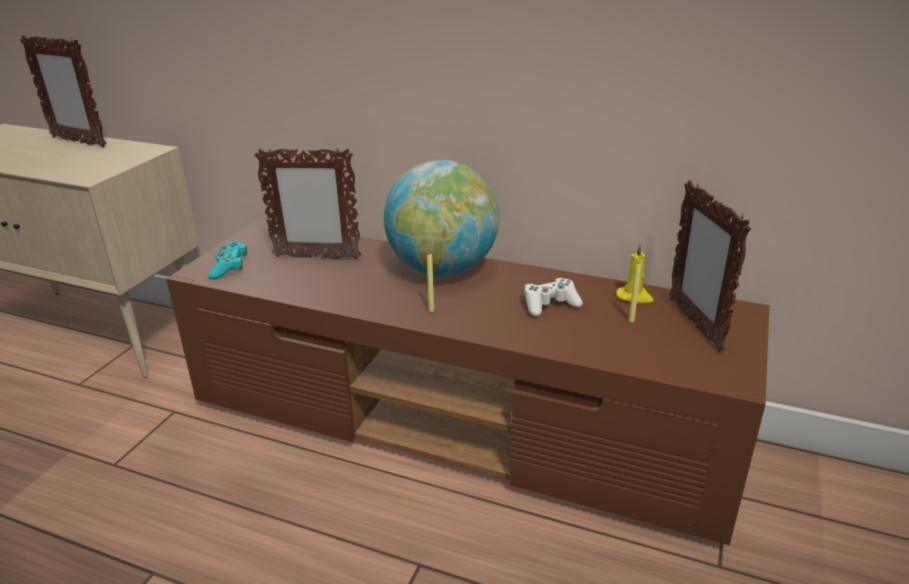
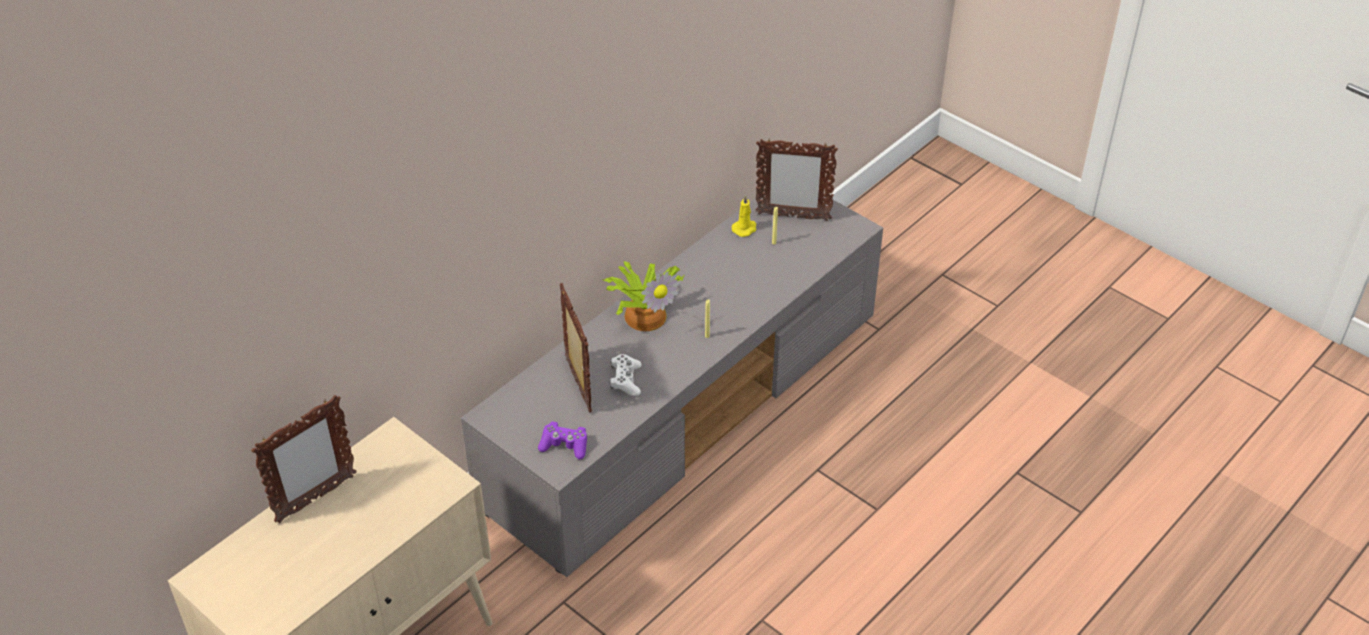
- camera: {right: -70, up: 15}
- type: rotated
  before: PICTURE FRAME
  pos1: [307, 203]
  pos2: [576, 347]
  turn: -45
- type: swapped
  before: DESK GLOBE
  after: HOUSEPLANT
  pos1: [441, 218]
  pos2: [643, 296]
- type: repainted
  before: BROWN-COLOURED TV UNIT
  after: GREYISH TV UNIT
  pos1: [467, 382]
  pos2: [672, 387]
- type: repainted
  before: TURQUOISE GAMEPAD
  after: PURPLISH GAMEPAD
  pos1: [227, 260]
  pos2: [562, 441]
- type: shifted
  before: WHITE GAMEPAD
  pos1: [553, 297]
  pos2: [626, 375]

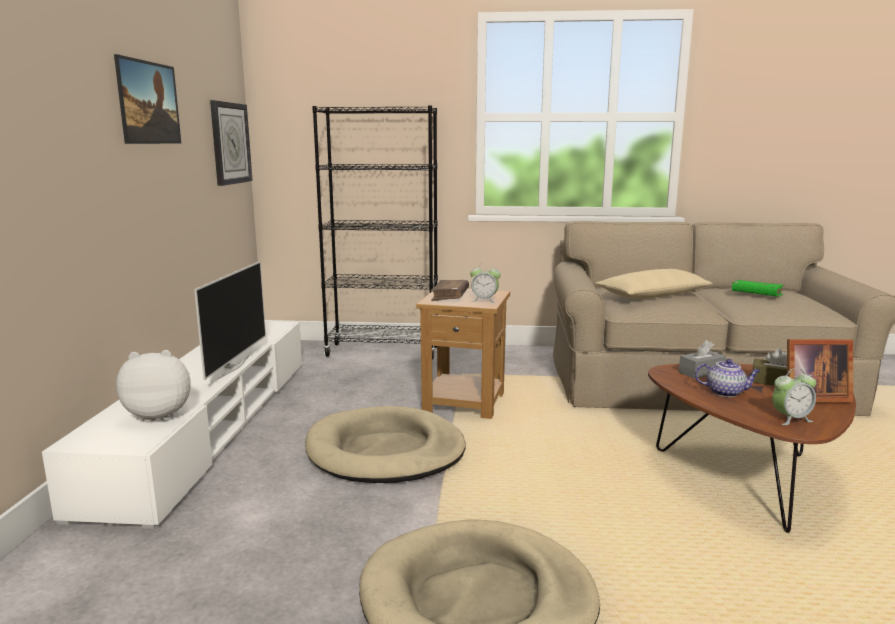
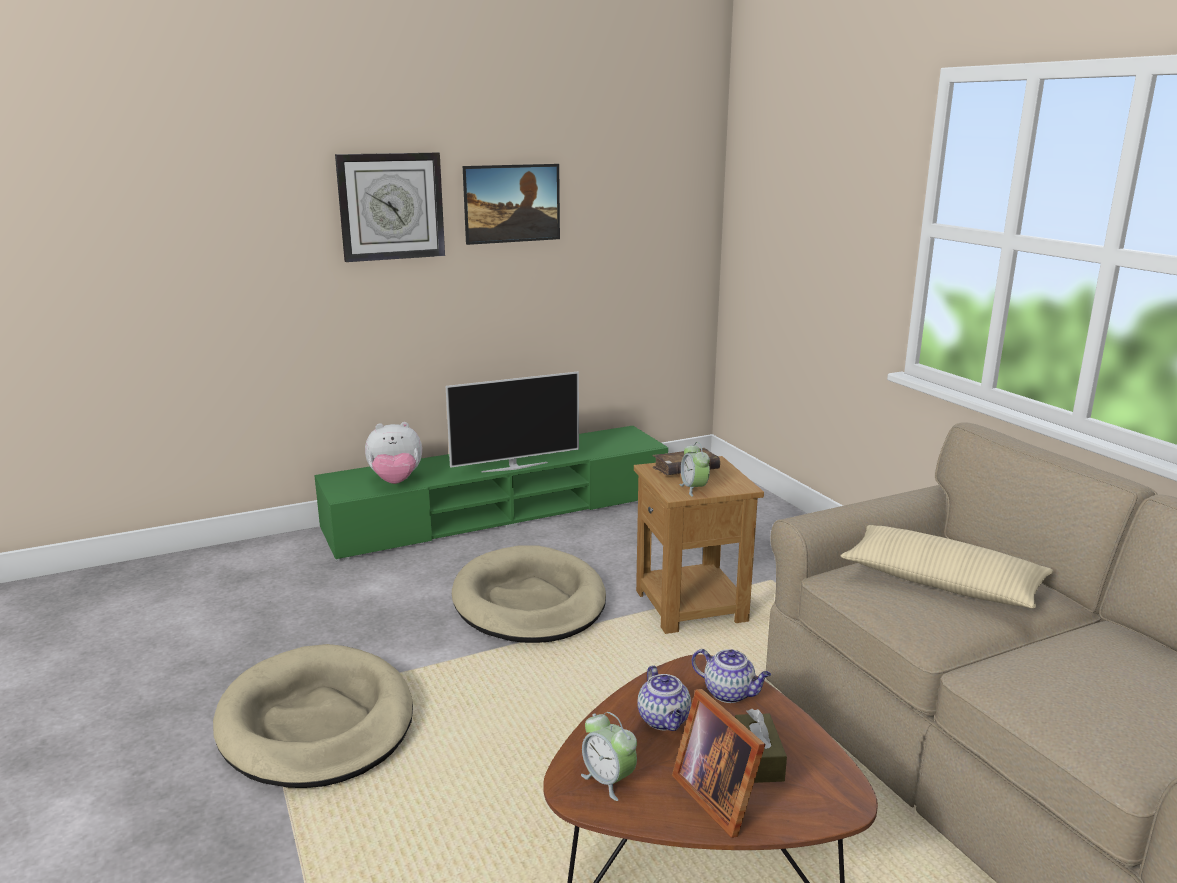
- camera: {right: 60, up: 5}
- type: shifted
  before: HANGING CLOCK
  pos1: [231, 143]
  pos2: [390, 207]
- type: gone
  before: BLACK BOOKSHELF
  pos1: [375, 232]
- type: gone
  before: GREENISH BOUND BOOK
  pos1: [758, 288]
- type: repainted
  before: WHITE TV UNIT
  after: GREENISH TV UNIT
  pos1: [172, 425]
  pos2: [491, 493]
- type: swapped
  before: GREYISH BOX OF TISSUES
  after: TEA POT
  pos1: [702, 359]
  pos2: [731, 676]
- type: rotated
  before: SOFT TOY
  pos1: [153, 386]
  pos2: [393, 453]
  turn: 120

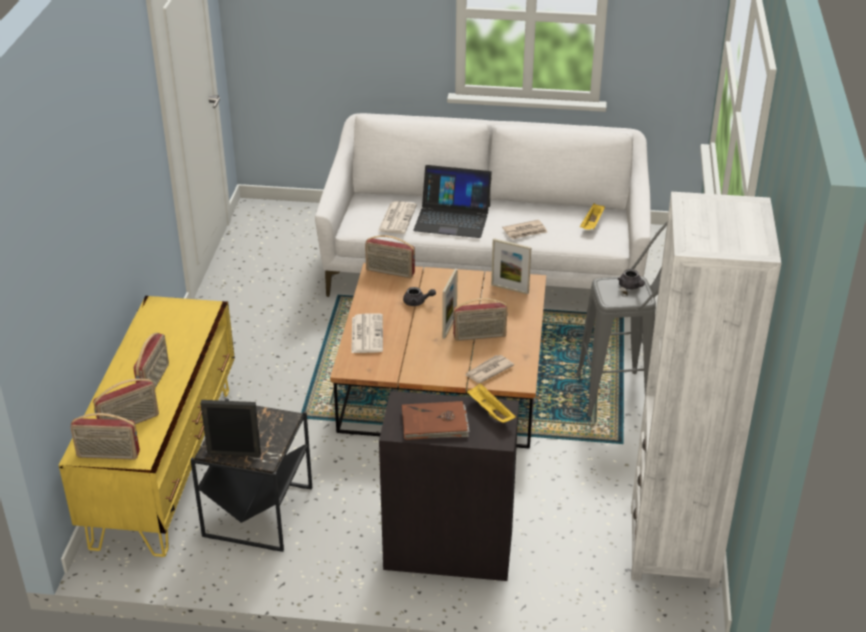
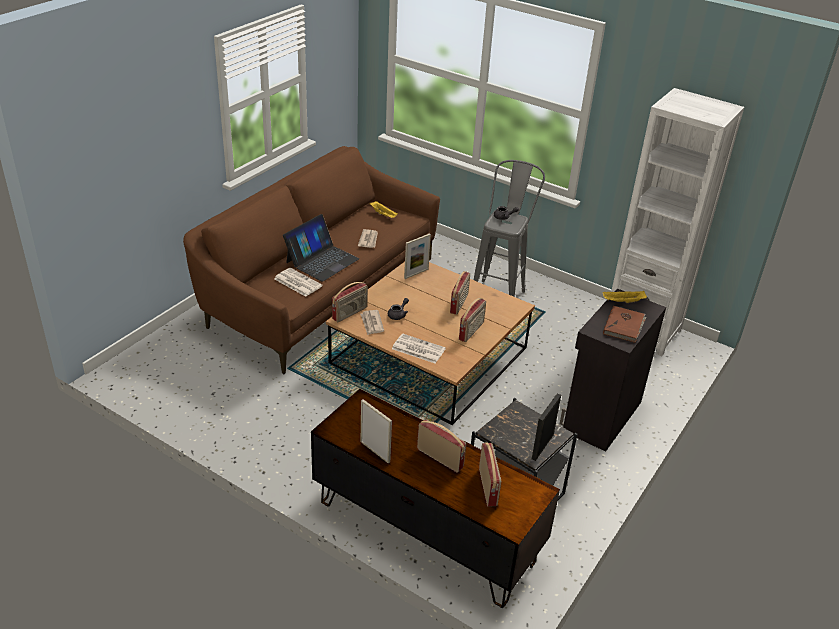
- camera: {right: -65, up: 0}
- type: repainted
  before: WHITE SETTEE
  after: BROWN-COLOURED SETTEE
  pos1: [483, 205]
  pos2: [311, 260]
- type: shifted
  before: PICTURE FRAME
  pos1: [450, 304]
  pos2: [376, 431]
- type: repainted
  before: YELLOWISH TV UNIT
  after: BROWN-COLOURED TV UNIT
  pos1: [147, 426]
  pos2: [435, 498]
- type: shifted
  before: PRINTED PAPER
  pos1: [489, 369]
  pos2: [372, 322]
- type: shifted
  before: RADIO SET
  pos1: [105, 436]
  pos2: [472, 320]

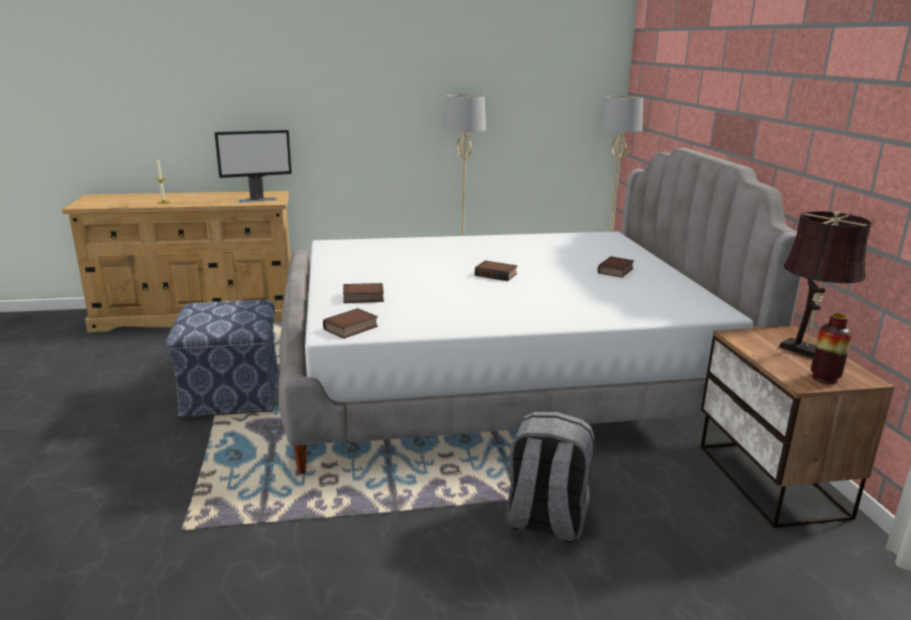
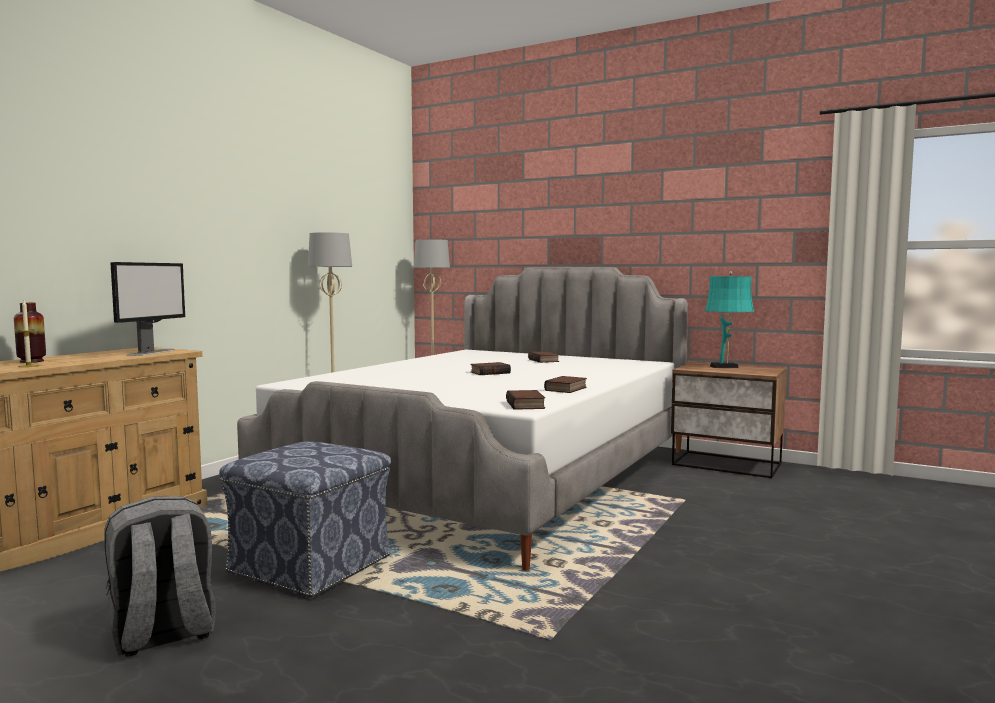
- camera: {right: -50, up: -15}
- type: repainted
  before: BROWN-COLOURED TABLE LAMP
  after: TURQUOISE TABLE LAMP
  pos1: [825, 285]
  pos2: [729, 319]
- type: shifted
  before: BOUND BOOK
  pos1: [363, 293]
  pos2: [565, 384]
- type: shifted
  before: DECORATIVE VASE
  pos1: [831, 348]
  pos2: [30, 332]
- type: shifted
  before: GREYISH RUCKSACK
  pos1: [550, 477]
  pos2: [160, 576]

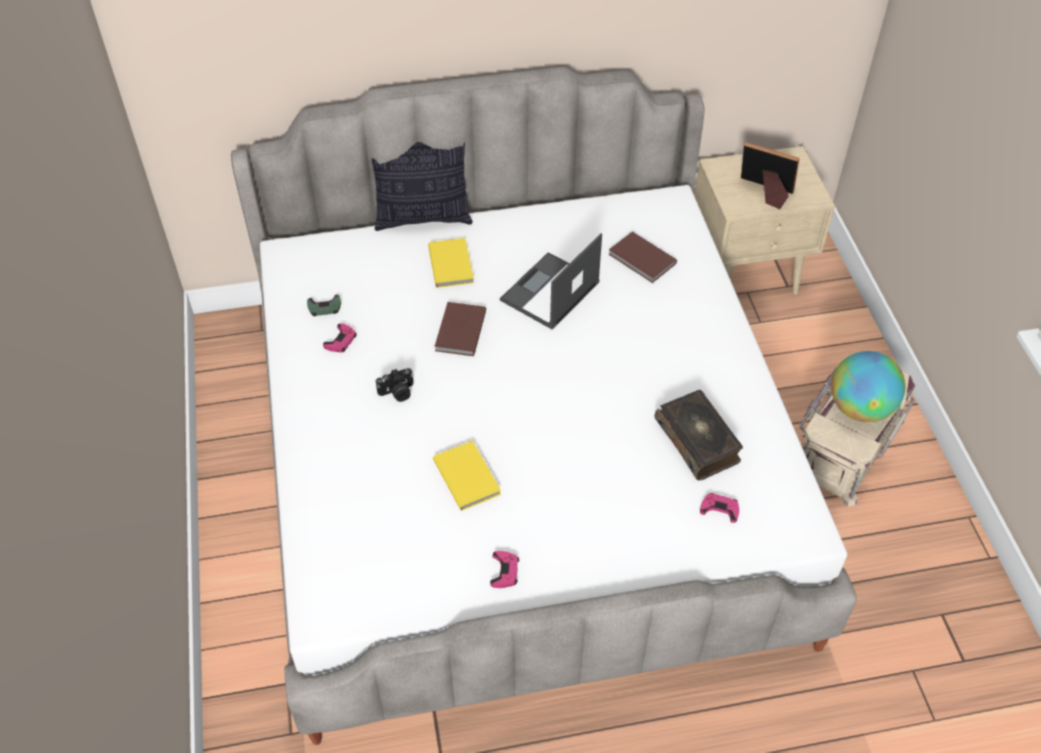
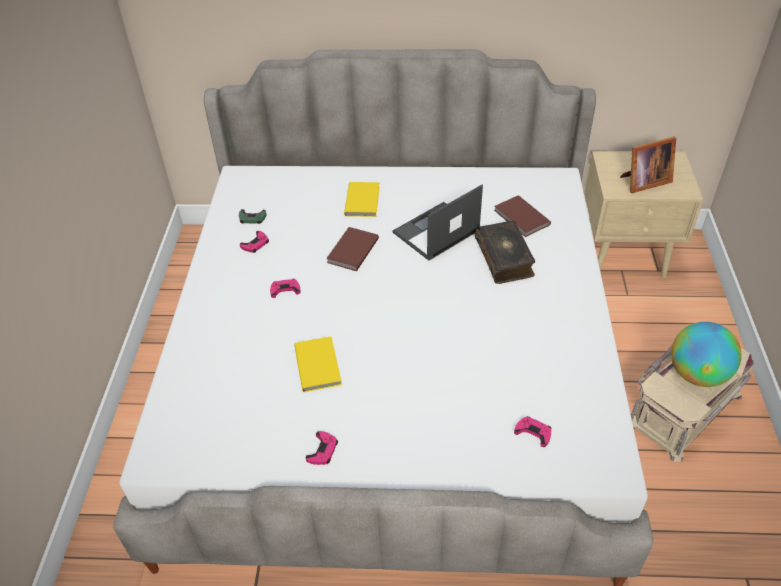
- camera: {right: 15, up: -5}
- type: gone
  before: CUSHION
  pos1: [422, 186]
- type: rotated
  before: PICTURE FRAME
  pos1: [770, 175]
  pos2: [648, 165]
  turn: 120
- type: swapped
  before: STILL CAMERA
  after: PINKISH GAMEPAD
  pos1: [395, 385]
  pos2: [285, 288]
- type: shifted
  before: BOUND BOOK
  pos1: [699, 435]
  pos2: [505, 252]

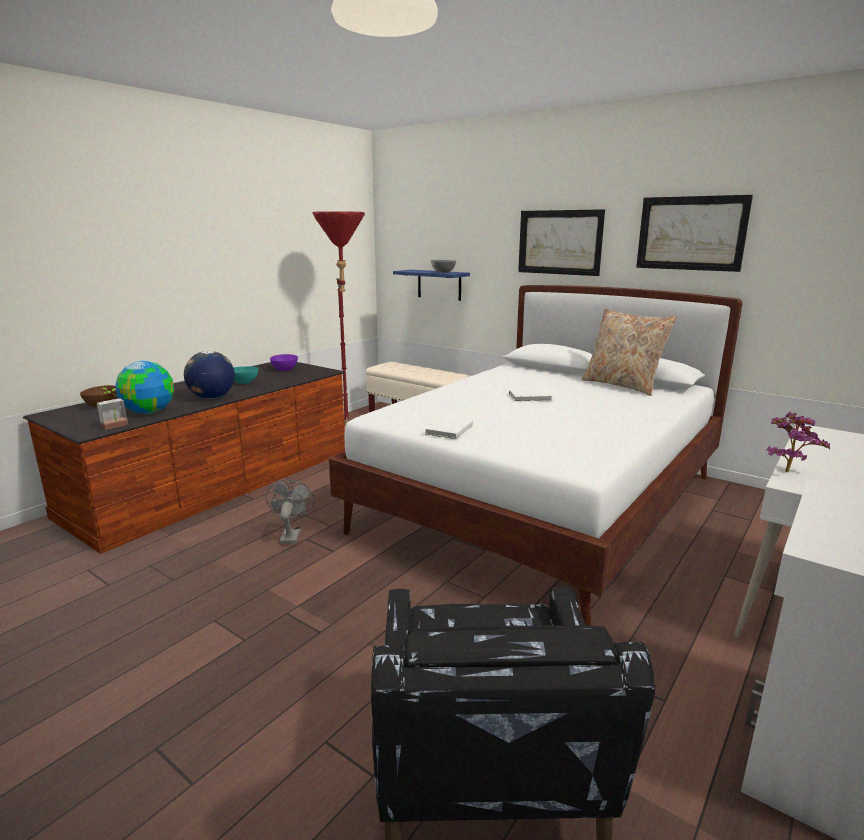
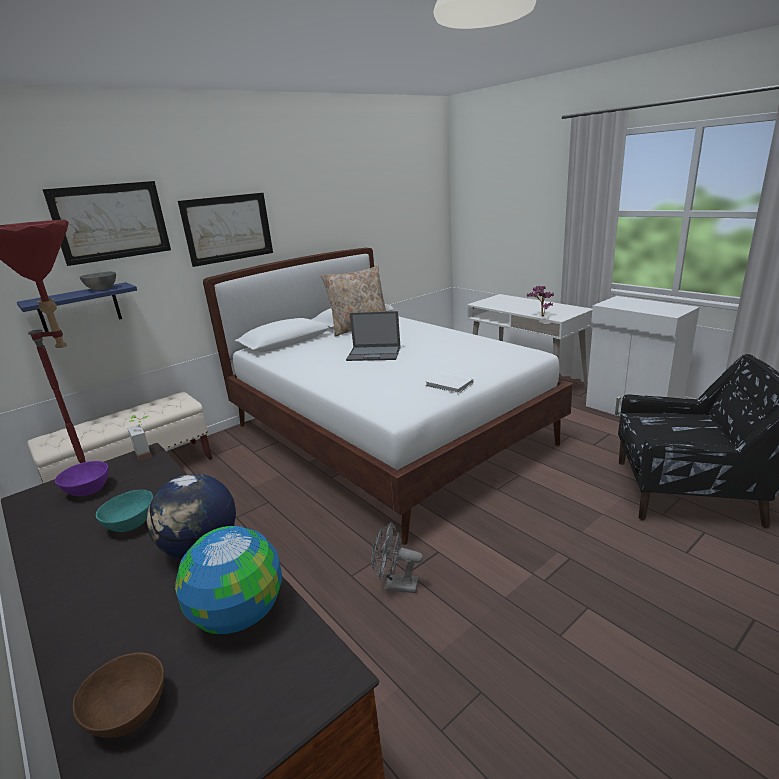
- camera: {right: -75, up: 5}
- type: shifted
  before: WALL PICTURE
  pos1: [694, 233]
  pos2: [106, 223]
- type: shifted
  before: HOUSEPLANT
  pos1: [112, 409]
  pos2: [139, 438]
- type: swapped
  before: WHITE BOUND BOOK
  after: LAPTOP
  pos1: [530, 395]
  pos2: [373, 336]

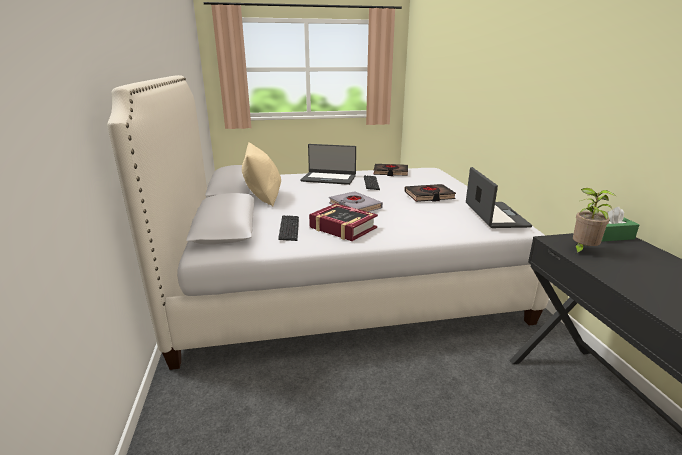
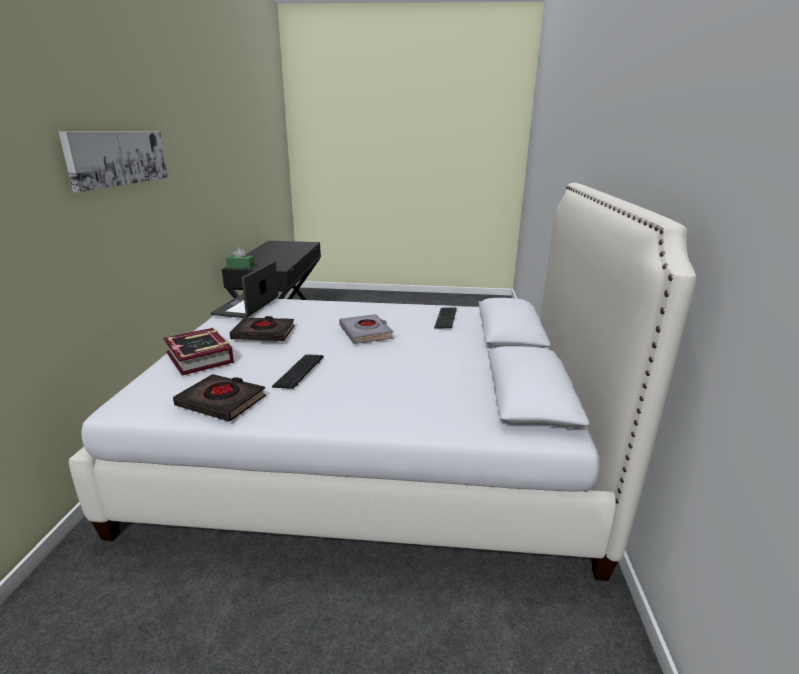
- camera: {right: -165, up: 0}
- type: gone
  before: BEIGE CUSHION
  pos1: [261, 174]
- type: gone
  before: LAPTOP
  pos1: [328, 164]
- type: gone
  before: HOUSEPLANT
  pos1: [594, 221]
- type: shifted
  before: BOUND BOOK
  pos1: [343, 222]
  pos2: [199, 352]
- type: new
  after: WALL PICTURE
  pos2: [113, 161]

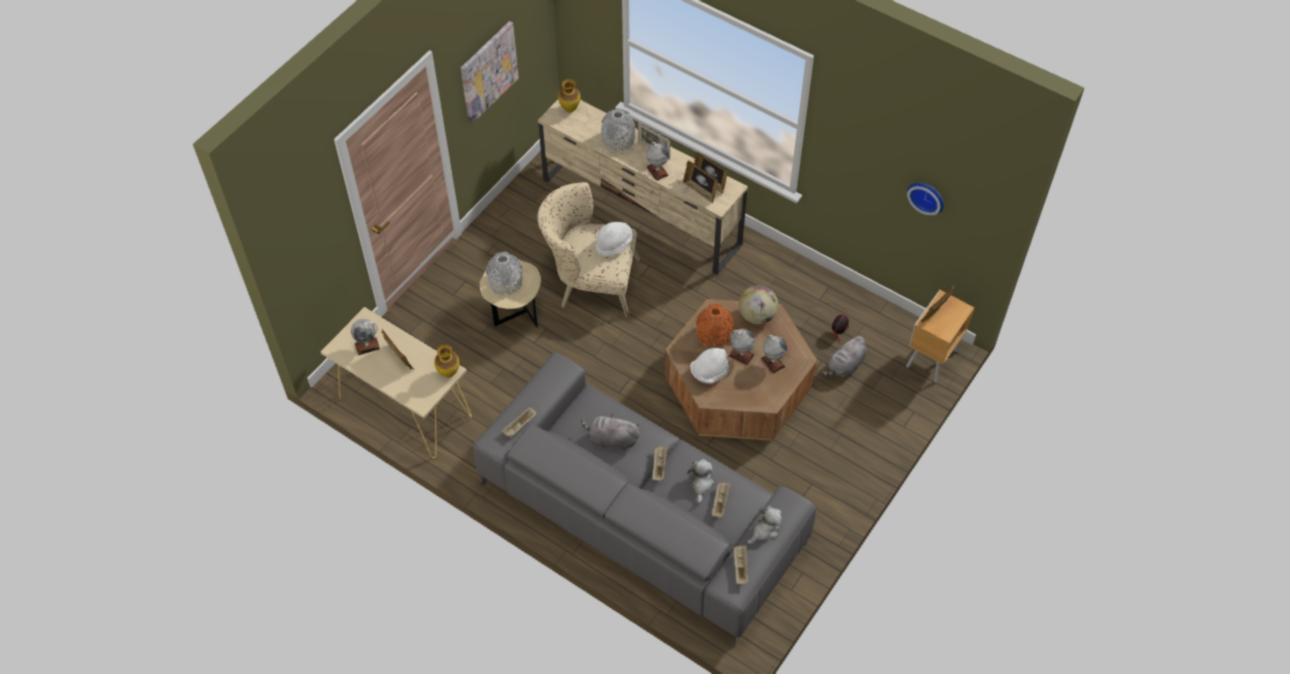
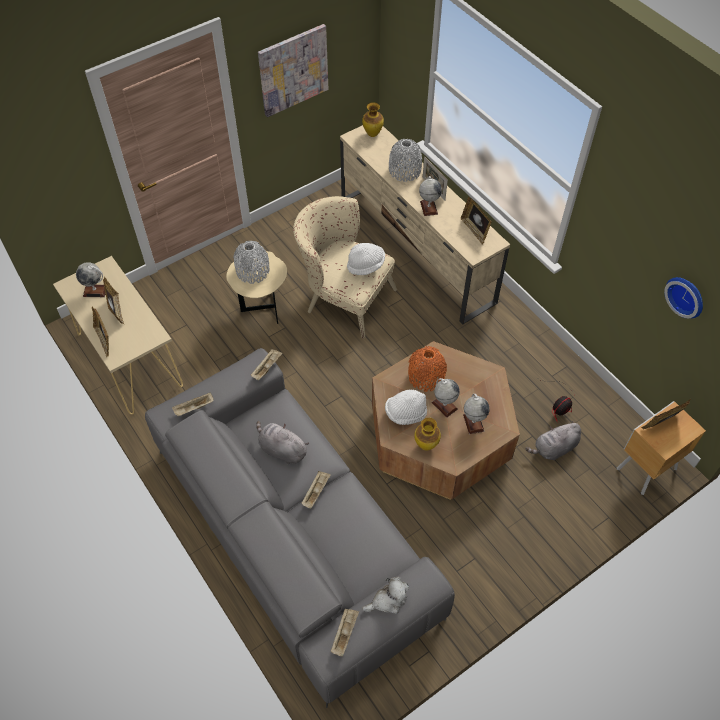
- camera: {right: 20, up: 0}
- type: shifted
  before: PICTURE FRAME
  pos1: [700, 182]
  pos2: [100, 332]
- type: gone
  before: DESK GLOBE
  pos1: [758, 304]
- type: shifted
  before: DECORATIVE VASE
  pos1: [446, 361]
  pos2: [427, 434]
- type: gone
  before: SOFT TOY
  pos1: [700, 481]
- type: shifted
  before: BEIGE TRAY
  pos1: [721, 500]
  pos2: [267, 365]

